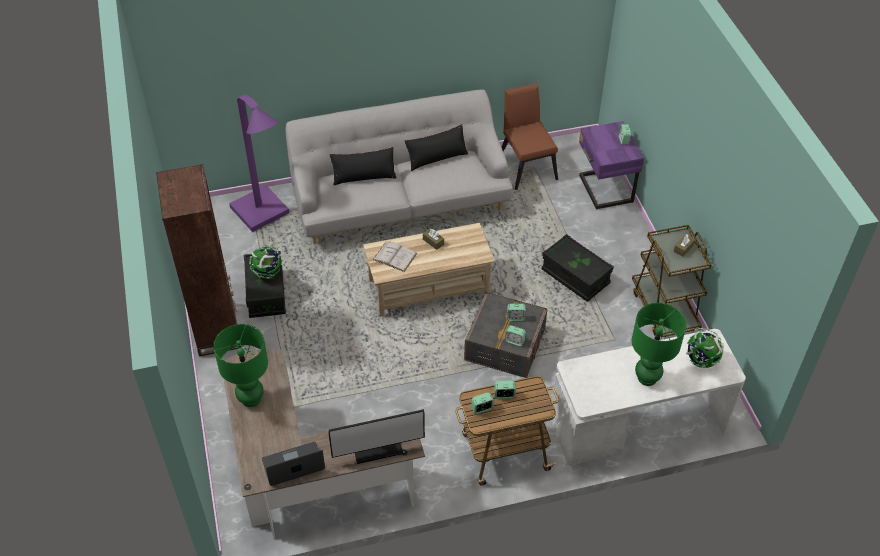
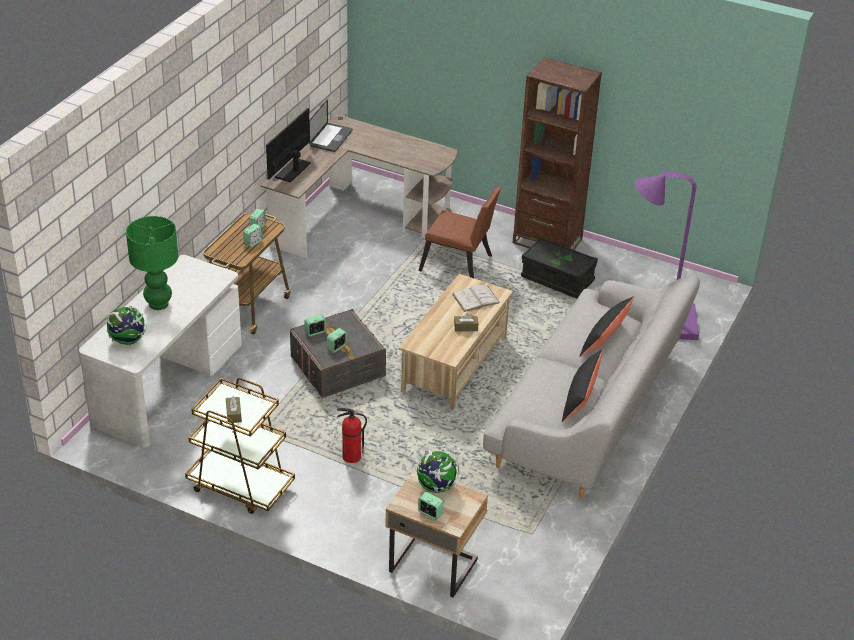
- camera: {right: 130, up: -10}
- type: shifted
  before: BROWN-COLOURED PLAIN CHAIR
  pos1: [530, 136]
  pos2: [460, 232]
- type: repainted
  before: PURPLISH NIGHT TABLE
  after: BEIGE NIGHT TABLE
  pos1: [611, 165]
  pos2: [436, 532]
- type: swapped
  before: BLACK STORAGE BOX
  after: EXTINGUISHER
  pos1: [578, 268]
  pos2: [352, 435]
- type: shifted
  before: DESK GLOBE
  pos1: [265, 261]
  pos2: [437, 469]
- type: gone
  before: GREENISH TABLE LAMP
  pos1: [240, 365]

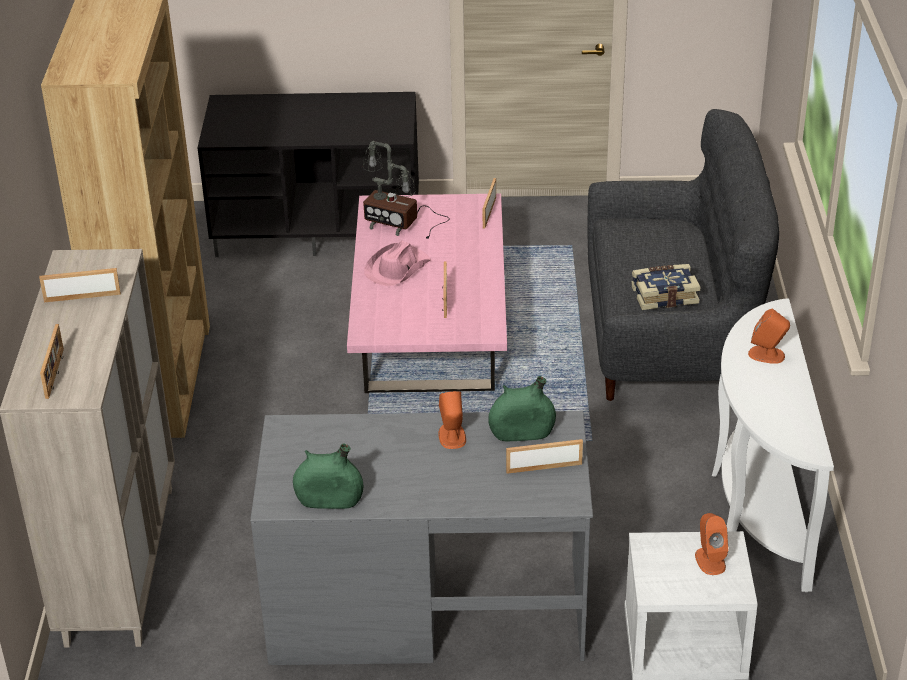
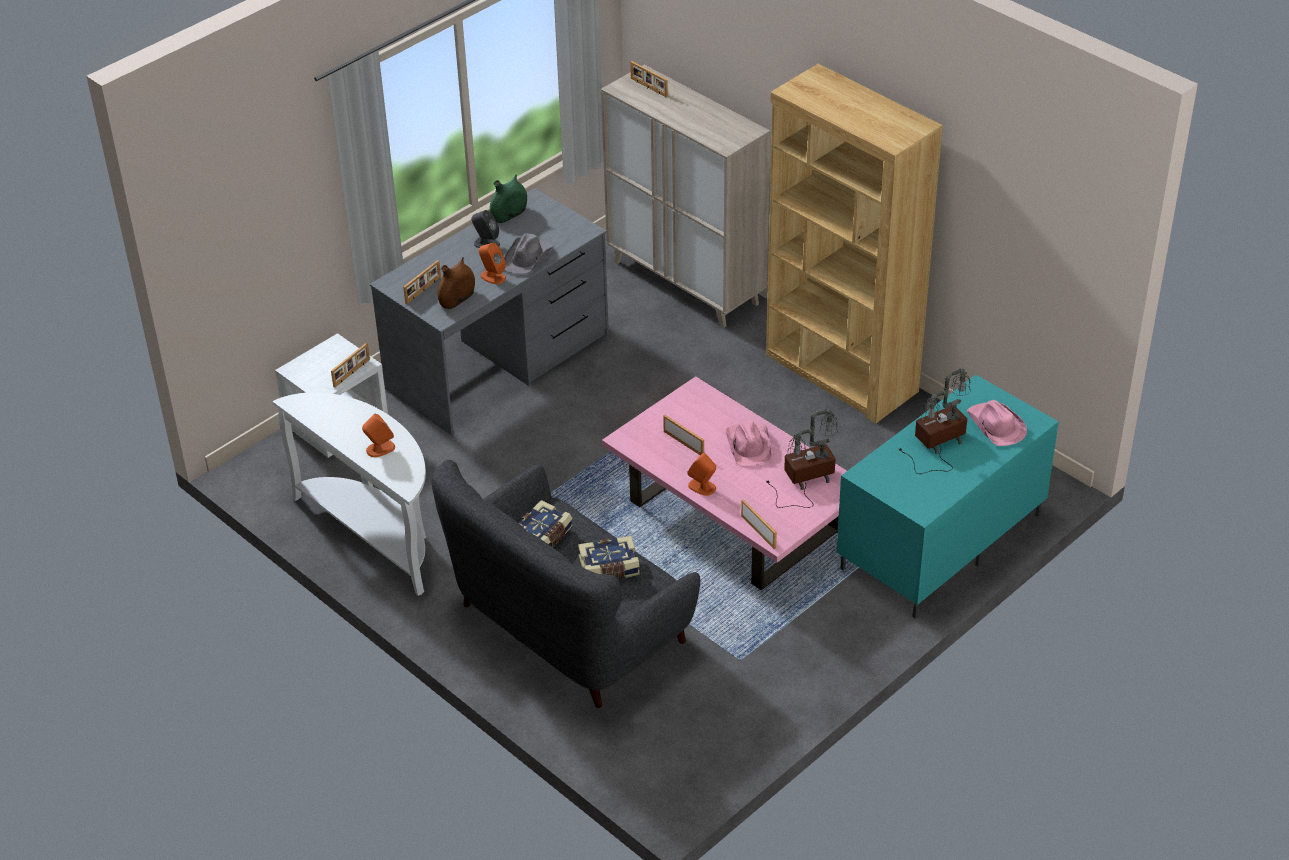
- camera: {right: 135, up: 5}
- type: repainted
  before: BLACK TV UNIT
  after: TURQUOISE TV UNIT
  pos1: [308, 174]
  pos2: [948, 496]
- type: shifted
  before: PICTURE FRAME
  pos1: [80, 285]
  pos2: [350, 365]
- type: repainted
  before: GREENISH DECORATIVE VASE
  after: BROWN-COLOURED DECORATIVE VASE
  pos1: [522, 408]
  pos2: [456, 283]
- type: shifted
  before: ORANGEY SPEAKER
  pos1: [711, 544]
  pos2: [701, 474]
- type: new
  after: GREYISH SPEAKER
  pos2: [485, 229]
- type: new
  after: GREYISH WEARABLE HAT
  pos2: [529, 253]
- type: new
  after: TABLE LAMP
  pos2: [935, 421]
- type: new
  after: PINKISH WEARABLE HAT
  pos2: [997, 423]
- type: new
  after: BOUND BOOK
  pos2: [609, 557]

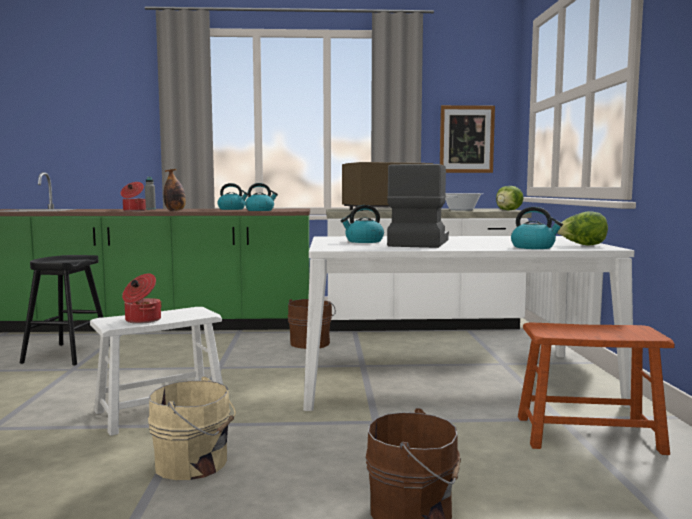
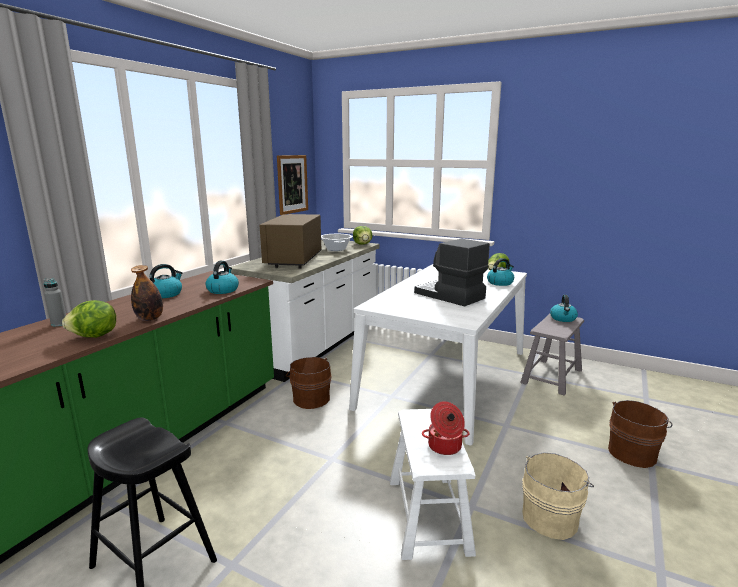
- camera: {right: -60, up: 10}
- type: swapped
  before: SAUCEPOT
  after: LETTUCE
  pos1: [133, 196]
  pos2: [89, 319]
- type: shifted
  before: TEA KETTLE
  pos1: [362, 224]
  pos2: [564, 308]
- type: repainted
  before: BROWN-COLOURED SITTING STOOL
  after: GREYISH SITTING STOOL
  pos1: [596, 388]
  pos2: [552, 355]

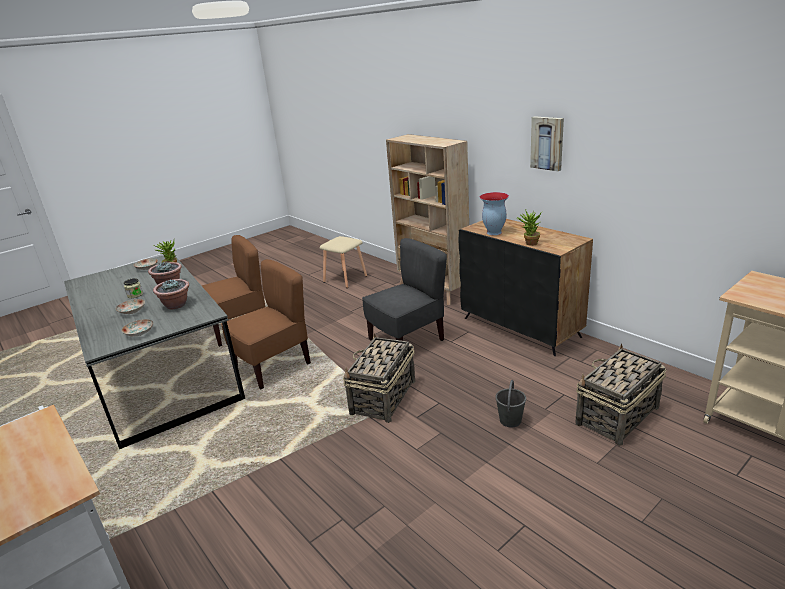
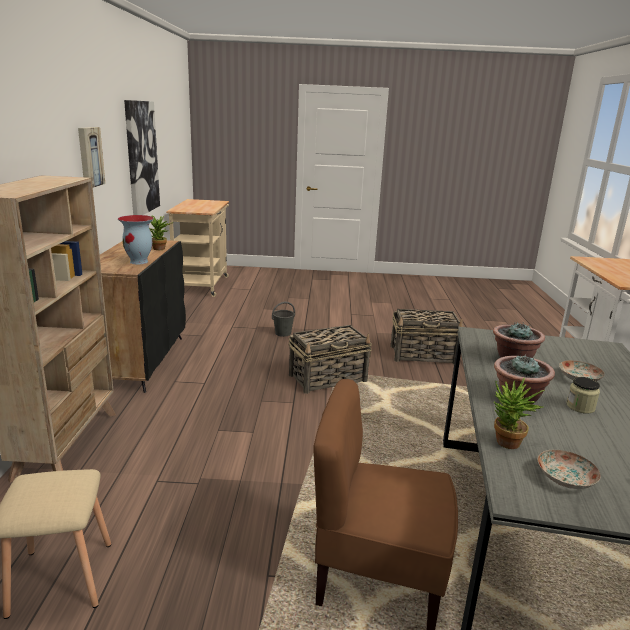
- camera: {right: -140, up: -5}
- type: gone
  before: GREYISH PLAIN CHAIR
  pos1: [404, 289]
- type: gone
  before: BROWN-COLOURED PLAIN CHAIR
  pos1: [266, 324]
- type: gone
  before: DINNER PLATE
  pos1: [137, 327]
- type: shifted
  before: STORAGE BASKET
  pos1: [621, 395]
  pos2: [427, 336]
- type: new
  after: WALL PICTURE
  pos2: [142, 157]

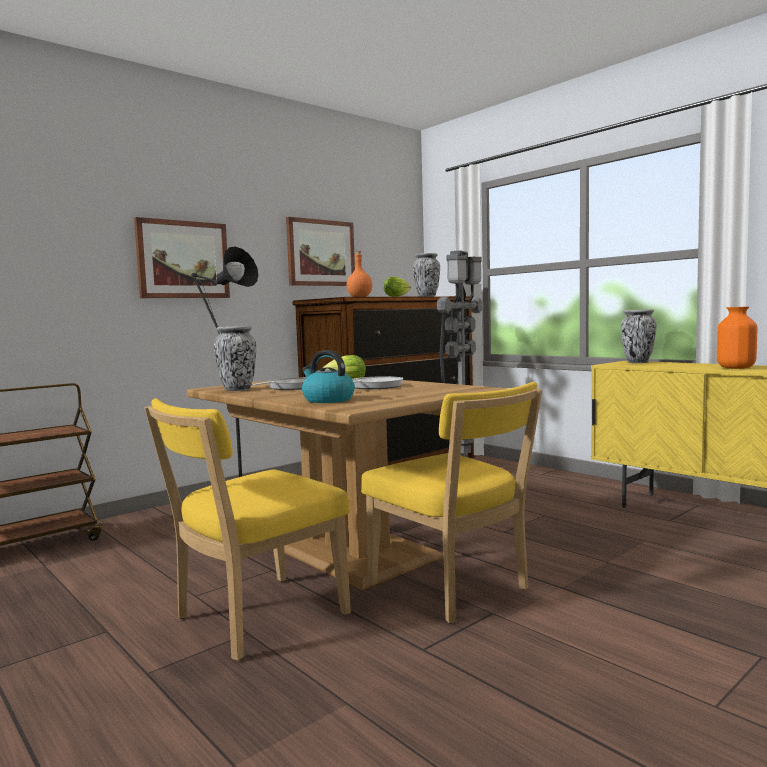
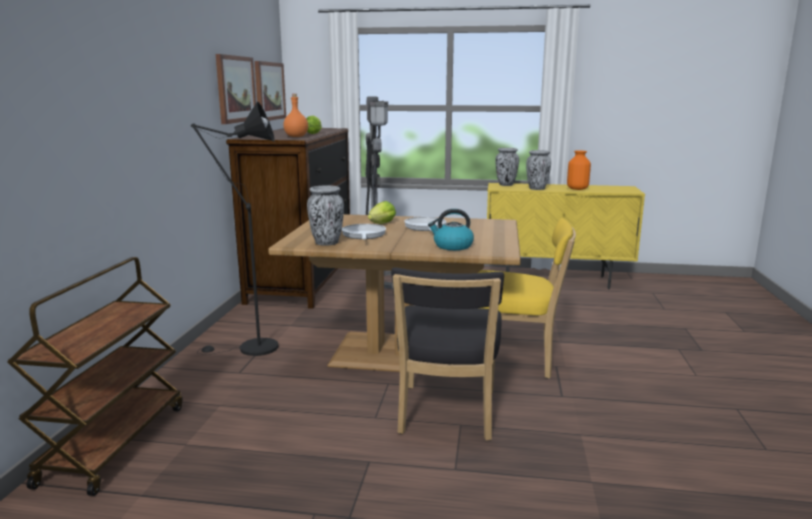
- camera: {right: -40, up: 10}
- type: shifted
  before: WALL PICTURE
  pos1: [182, 257]
  pos2: [270, 91]
- type: shifted
  before: DECORATIVE VASE
  pos1: [426, 275]
  pos2: [538, 170]
- type: repainted
  before: YELLOWISH PLAIN CHAIR
  after: BLACK PLAIN CHAIR
  pos1: [247, 529]
  pos2: [447, 353]

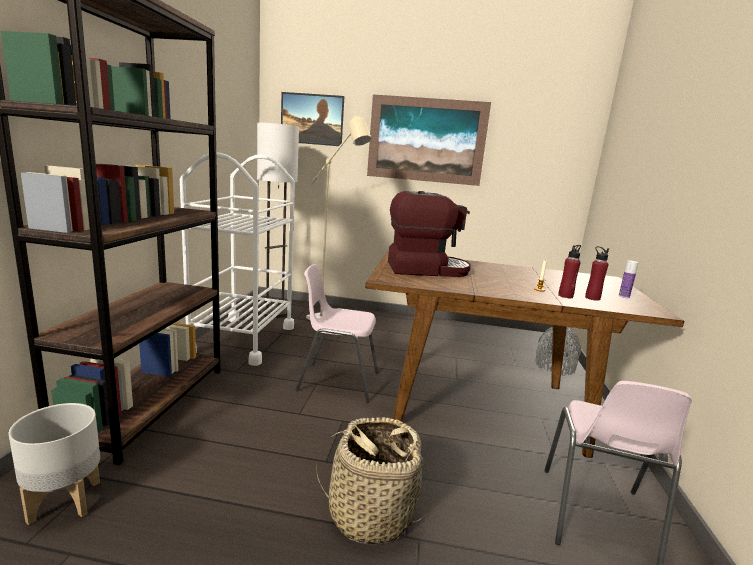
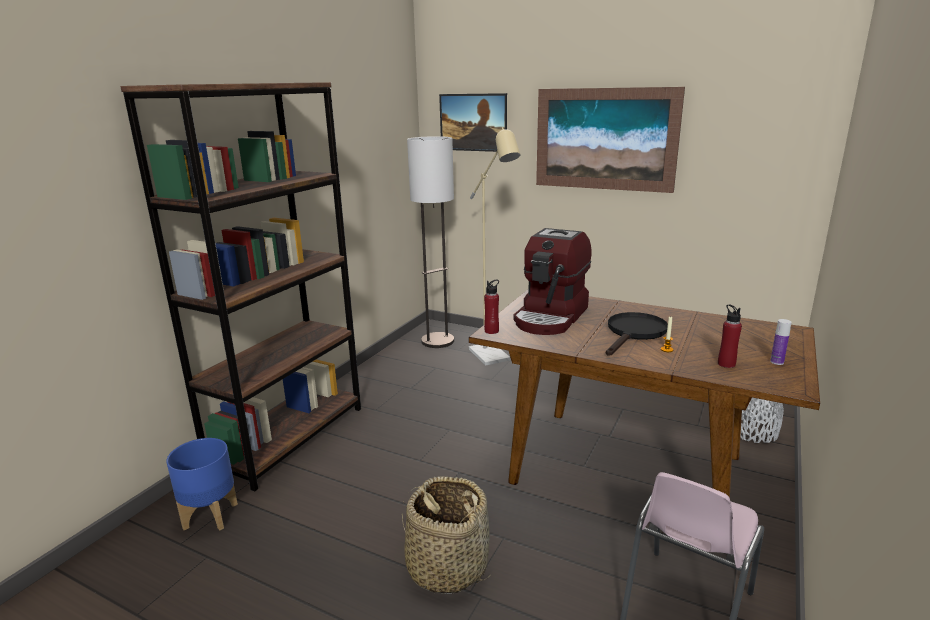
- camera: {right: 20, up: 5}
- type: gone
  before: WHITE TROLLEY
  pos1: [237, 259]
- type: rotated
  before: COFFEE MACHINE
  pos1: [429, 234]
  pos2: [553, 281]
  turn: 105
- type: shifted
  before: RED BEVERAGE BOTTLE
  pos1: [569, 271]
  pos2: [491, 307]
- type: gone
  before: PINKISH PLAIN CHAIR
  pos1: [336, 333]
- type: repainted
  before: GREYISH PLANT POT
  after: BLUISH PLANT POT
  pos1: [54, 464]
  pos2: [202, 484]
- type: new
  after: BLACK PAN
  pos2: [637, 334]

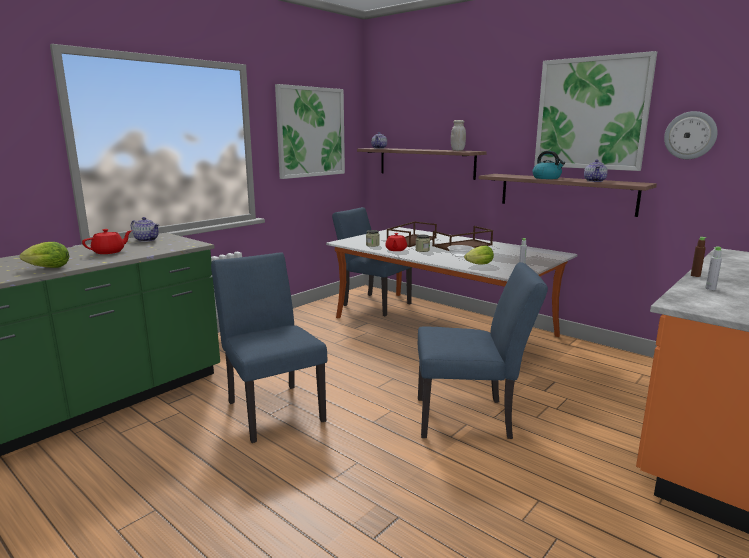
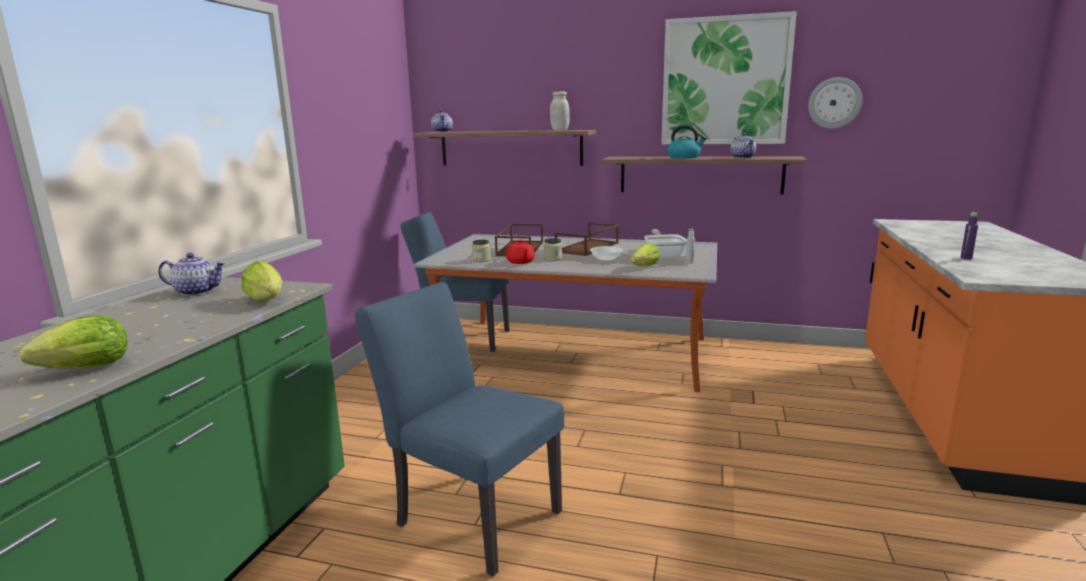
- camera: {right: -25, up: 0}
- type: gone
  before: WALL PICTURE
  pos1: [310, 131]
- type: gone
  before: RED TEA POT
  pos1: [107, 241]
- type: gone
  before: BROWN-COLOURED BEVERAGE BOTTLE
  pos1: [698, 257]
- type: repainted
  before: GREYISH BEVERAGE BOTTLE
  after: PURPLISH BEVERAGE BOTTLE
  pos1: [713, 268]
  pos2: [969, 236]
- type: gone
  before: BLUISH PLAIN CHAIR
  pos1: [483, 350]
- type: new
  after: PAN
  pos2: [665, 244]
- type: new
  after: LETTUCE
  pos2: [261, 281]

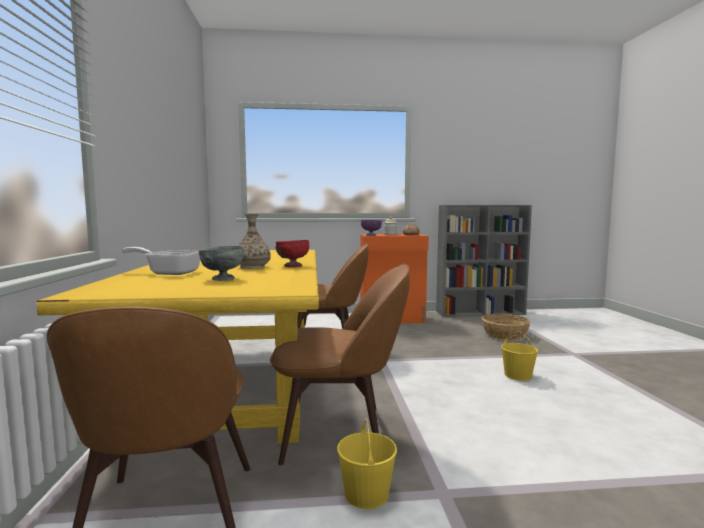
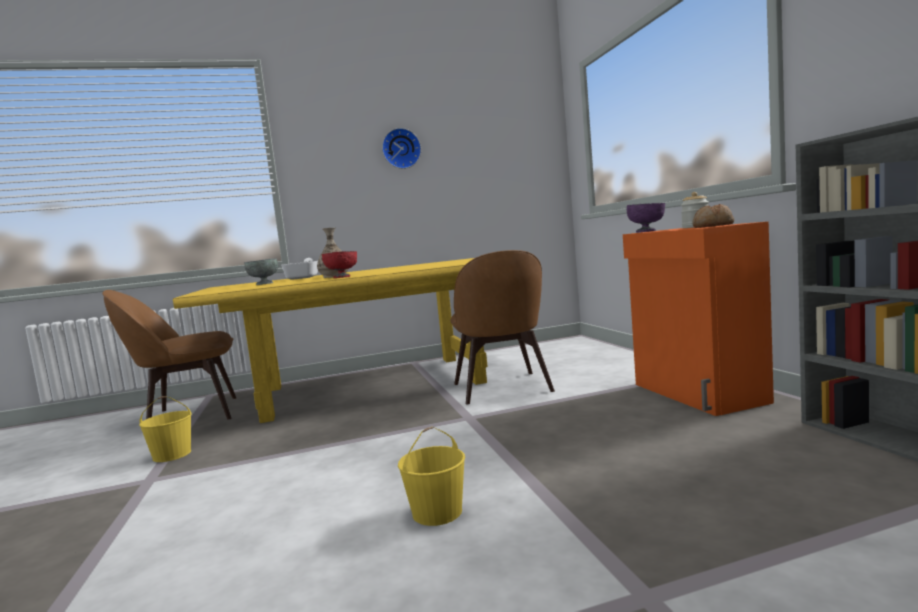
- camera: {right: 80, up: 0}
- type: gone
  before: BROWN-COLOURED PLAIN CHAIR
  pos1: [340, 364]
- type: gone
  before: STORAGE BASKET
  pos1: [506, 327]
- type: new
  after: HANGING CLOCK
  pos2: [401, 148]

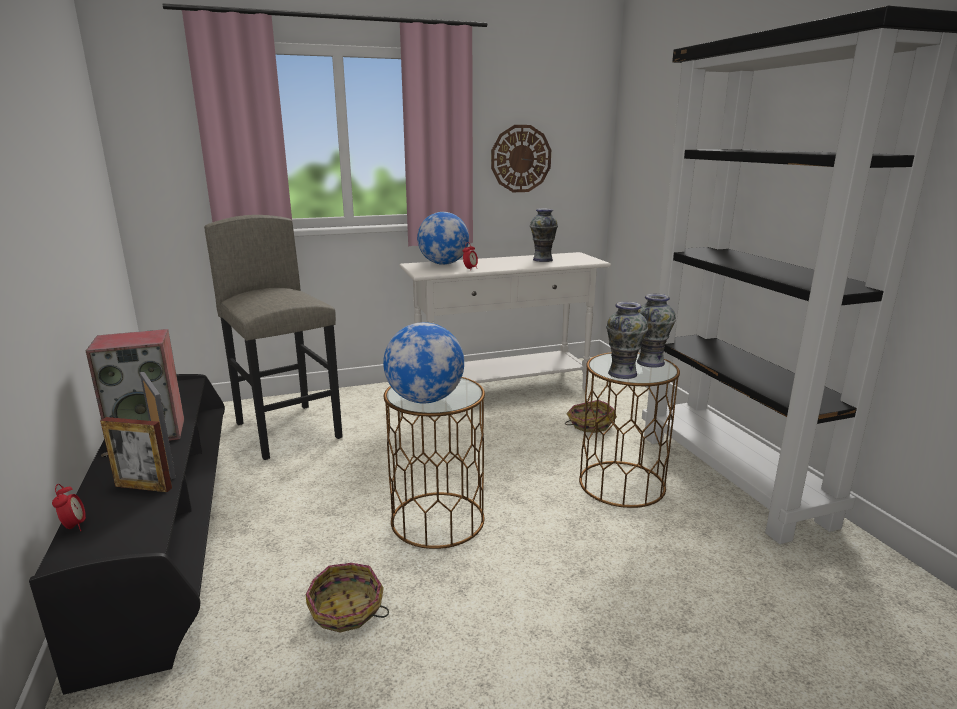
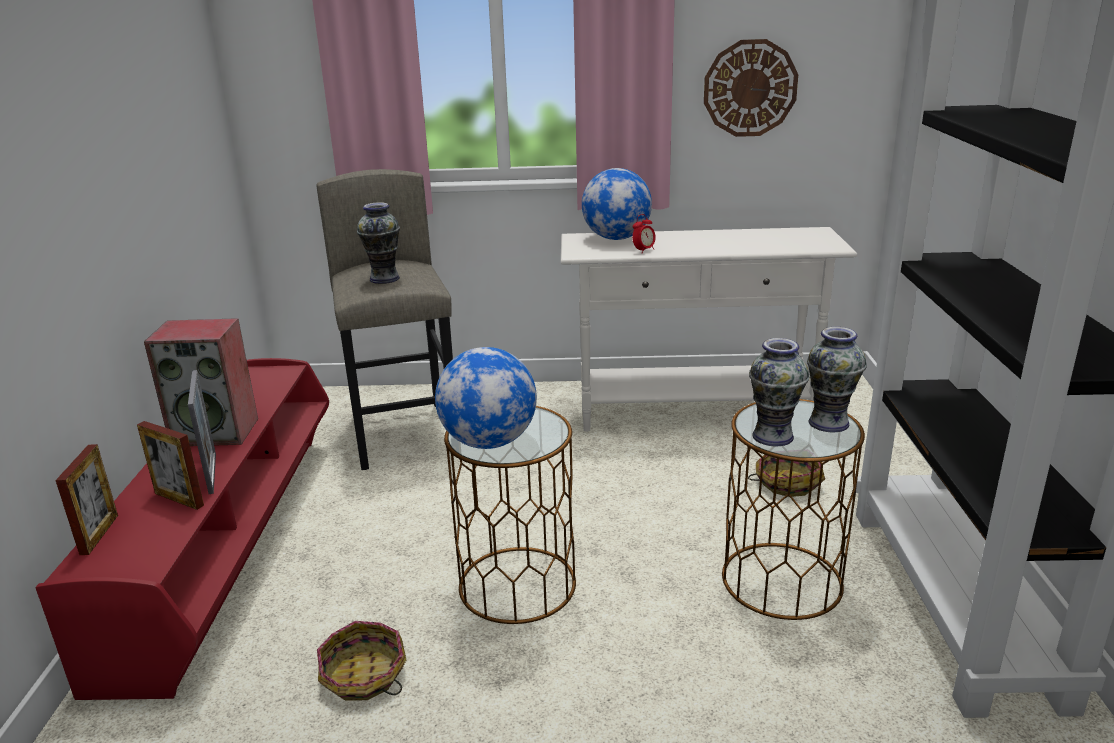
- camera: {right: 20, up: 5}
- type: shifted
  before: DECORATIVE VASE
  pos1: [544, 235]
  pos2: [378, 243]
- type: repainted
  before: BLACK TV UNIT
  after: RED TV UNIT
  pos1: [127, 534]
  pos2: [182, 529]
- type: swapped
  before: BEDSIDE CLOCK
  after: PICTURE FRAME
  pos1: [69, 507]
  pos2: [87, 499]

